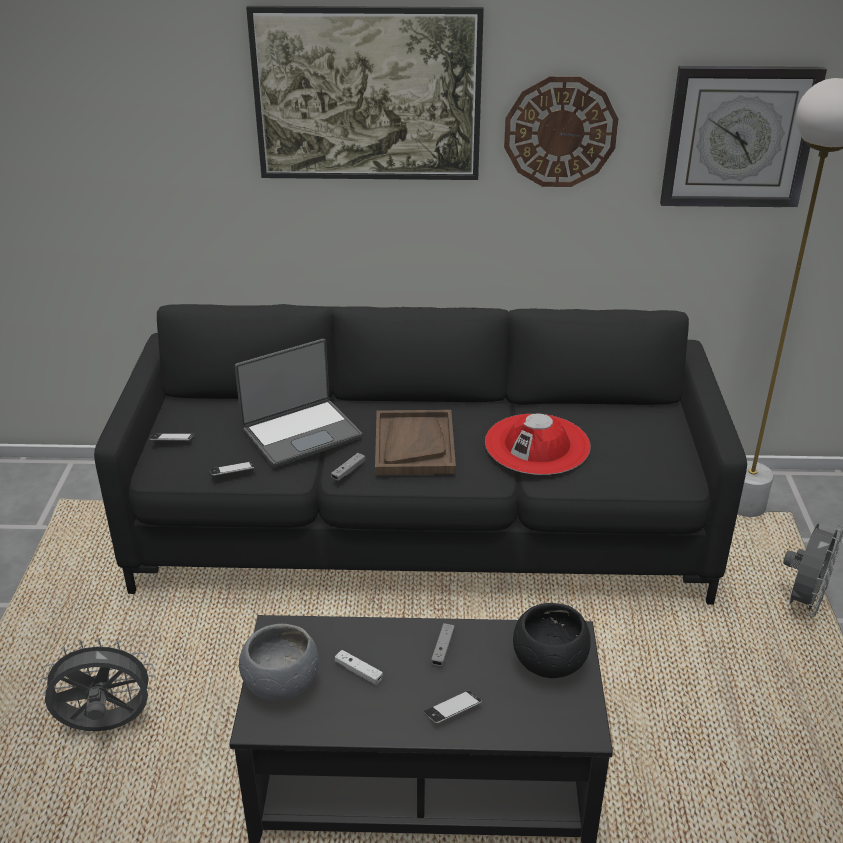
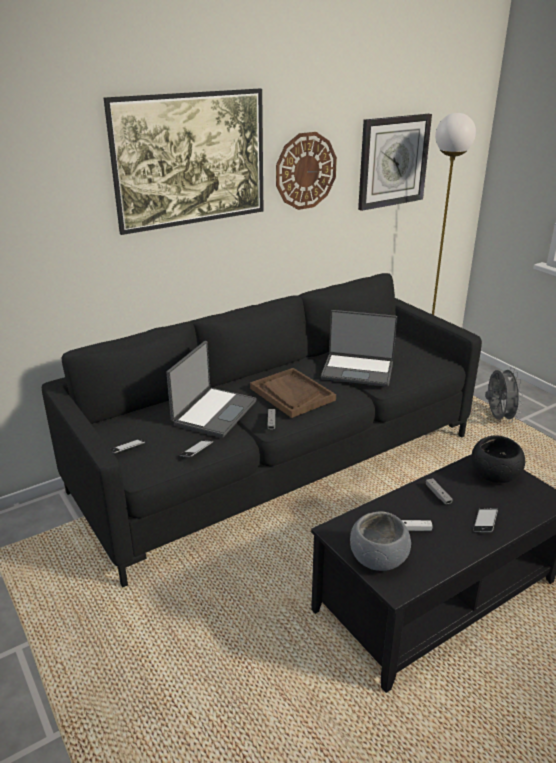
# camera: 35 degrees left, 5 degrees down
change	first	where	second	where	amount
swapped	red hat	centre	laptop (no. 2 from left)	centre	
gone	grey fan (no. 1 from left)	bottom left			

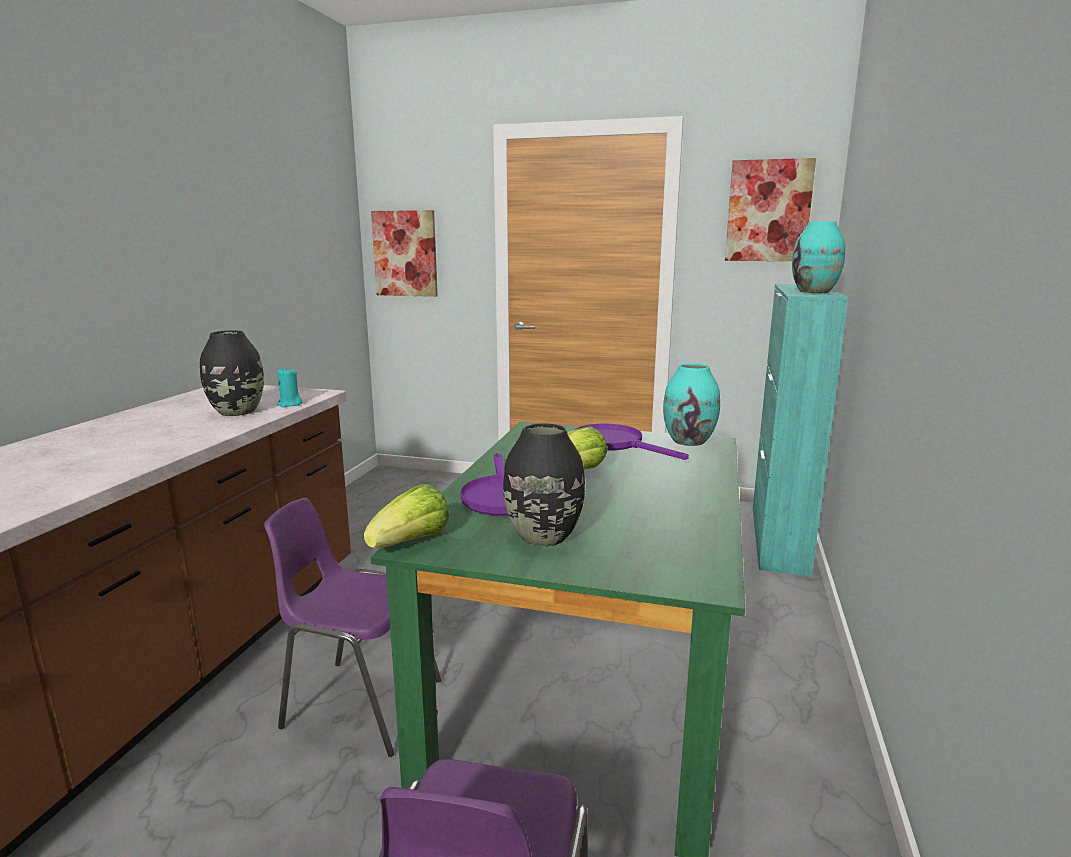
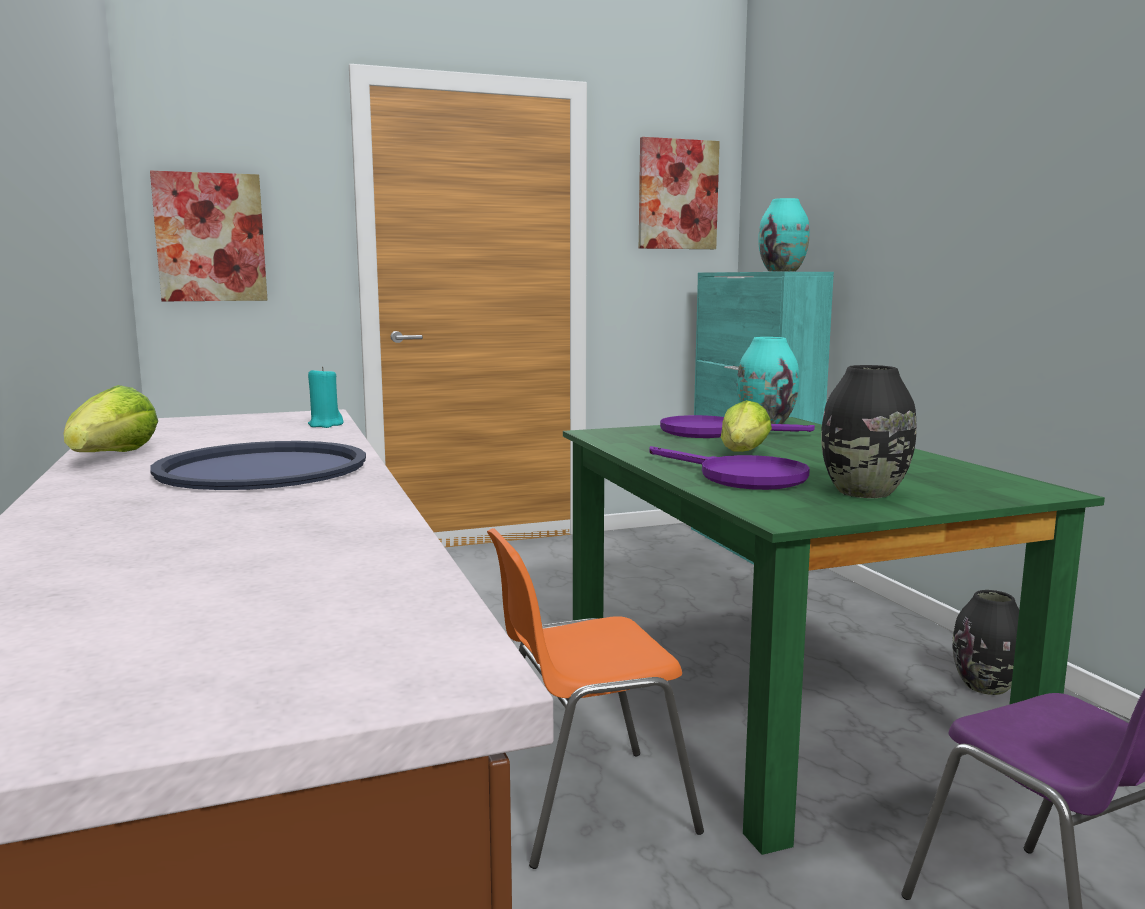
# camera: 35 degrees left, 5 degrees down
change	first	where	second	where	amount
shifted	lettuce (no. 1 from left)	centre		middle left	
new			blue tray	middle left	
repainted	purple chair (no. 1 from left)	bottom left	orange chair	bottom centre	
shifted	black vase (no. 1 from left in the first image)	middle left	black vase (no. 2 from left)	bottom right	

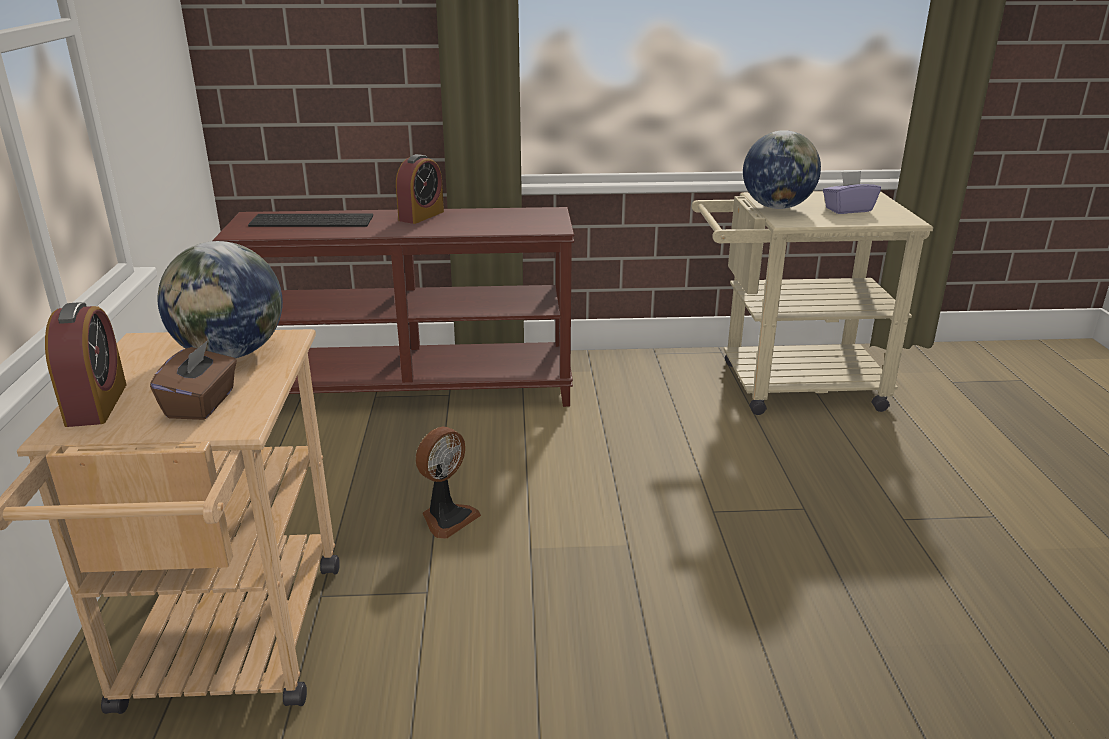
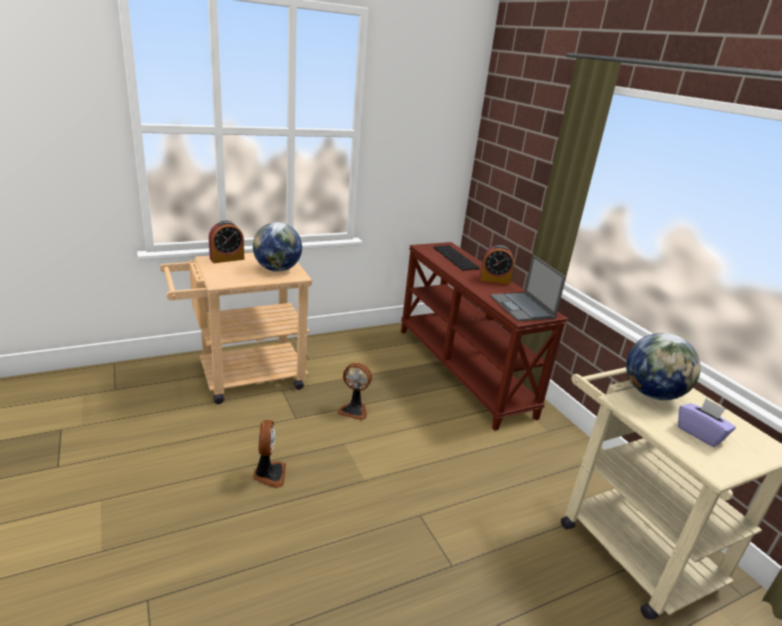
# camera: 65 degrees right, 0 degrees up
change	first	where	second	where	amount
new			fan (no. 1 from left)	bottom centre	
new			laptop	middle right	
gone	brown tissue box	middle left			

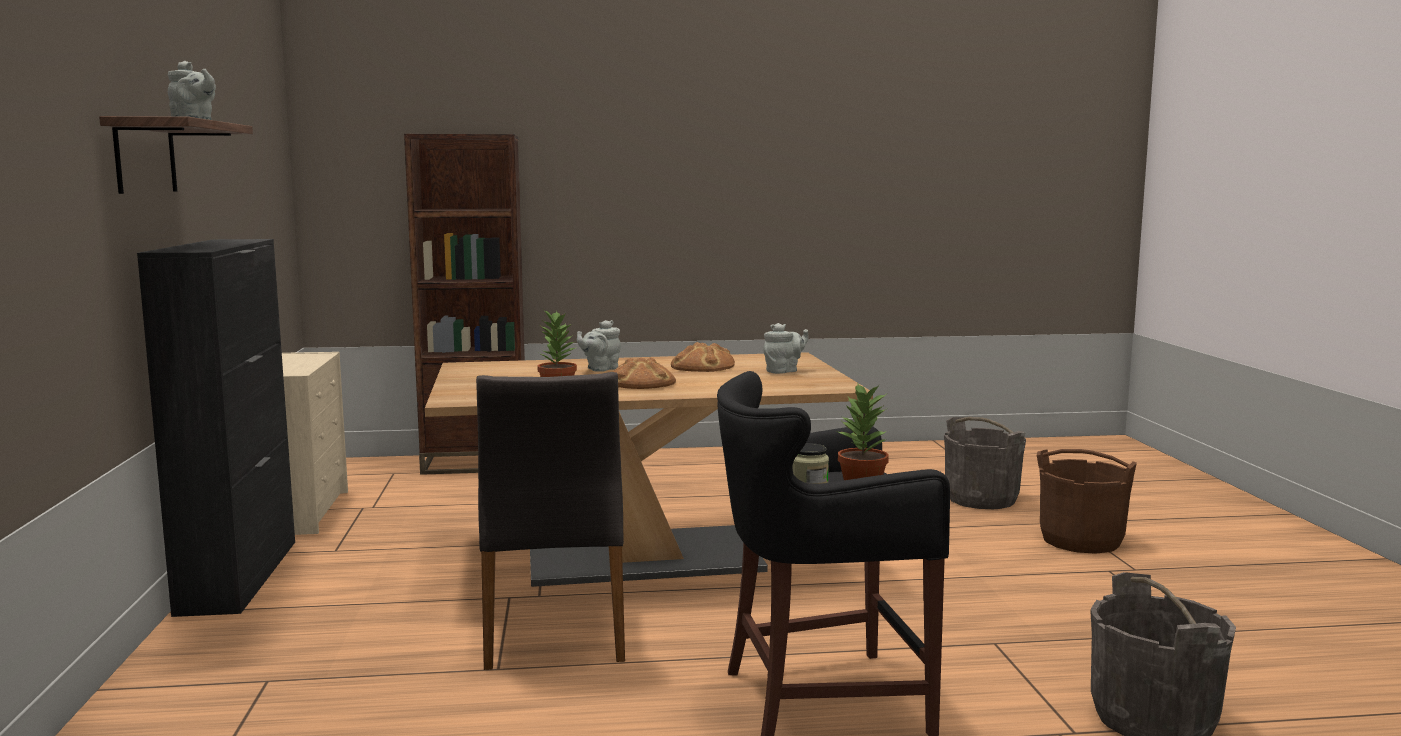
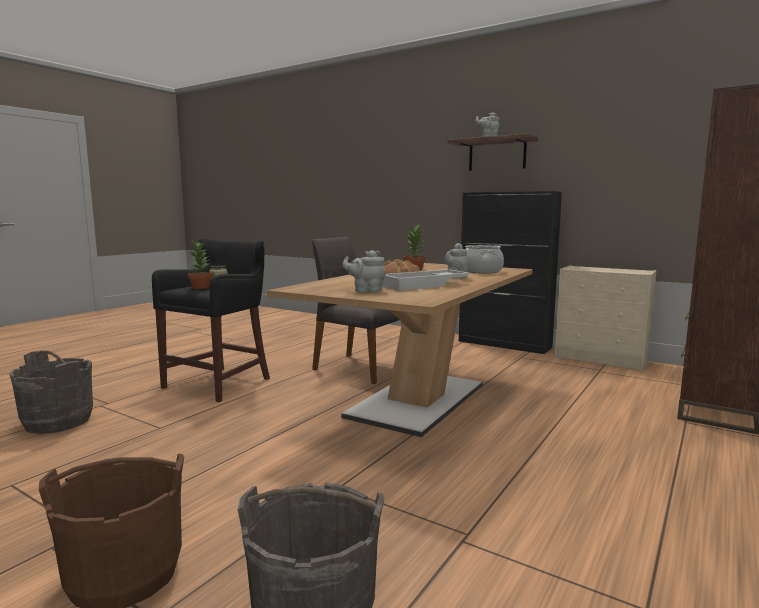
# camera: 130 degrees right, 0 degrees up
change	first	where	second	where	amount
rotated	grey teapot (no. 3 from left in the first image)	centre	grey teapot (no. 1 from left)	centre	90 degrees clockwise
swapped	bread (no. 2 from left)	centre	white tray	centre	
new			cooking pot	centre	

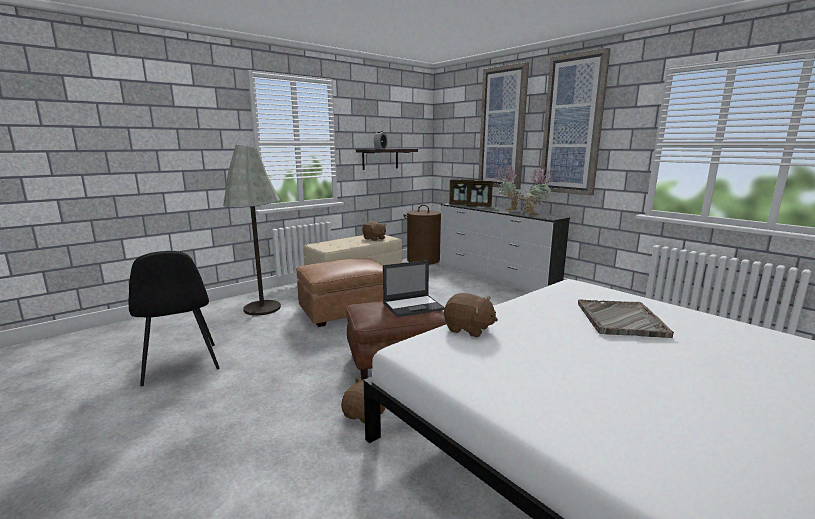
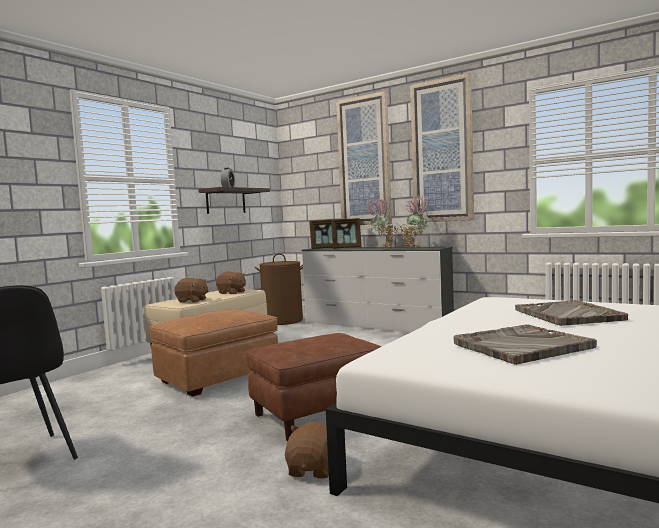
# camera: 15 degrees left, 10 degrees down
change	first	where	second	where	amount
shifted	brown plush toy (no. 3 from left in the first image)	centre	brown plush toy (no. 1 from left)	middle left	
new			grey tray (no. 1 from left)	middle right	
gone	grey floor lamp	middle left			
gone	laptop	centre			

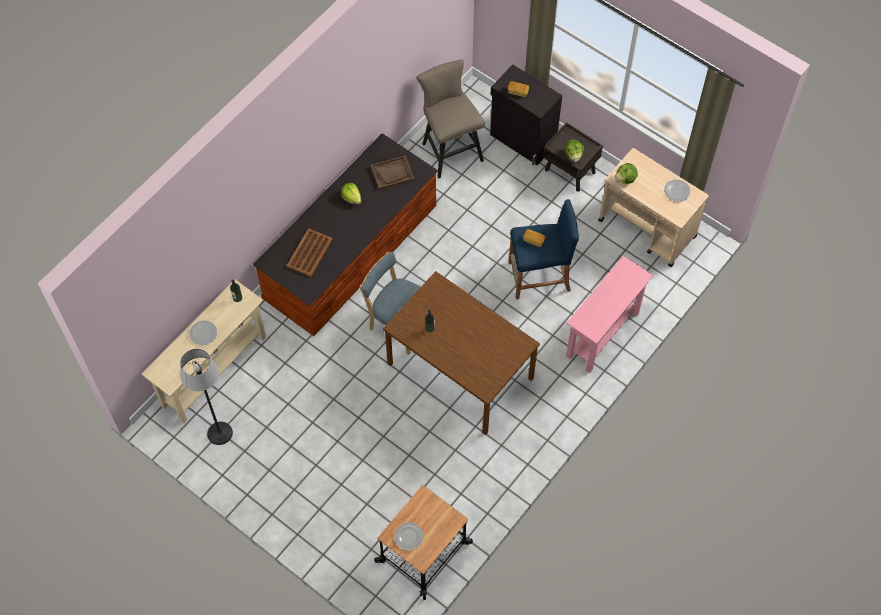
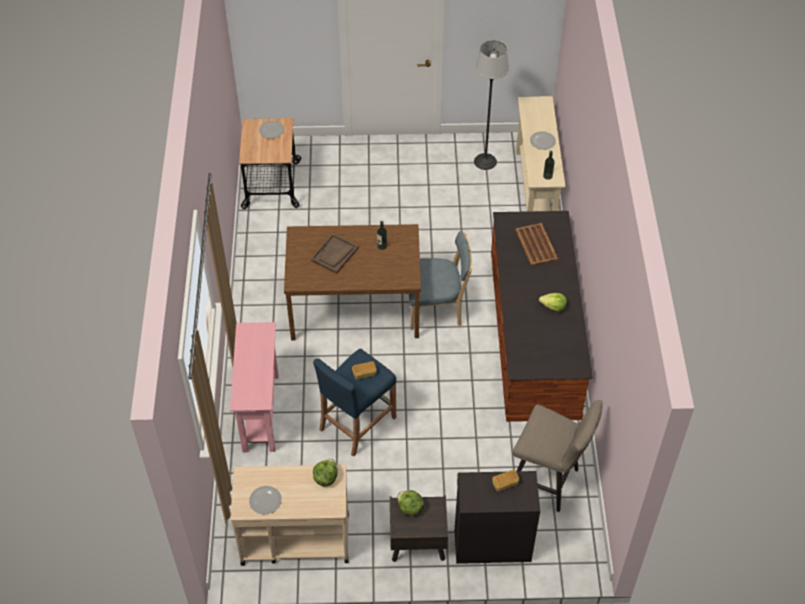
# camera: 140 degrees right, 10 degrees down
change	first	where	second	where	amount
shifted	brown tray (no. 2 from left in the first image)	top centre	brown tray (no. 1 from left)	centre	

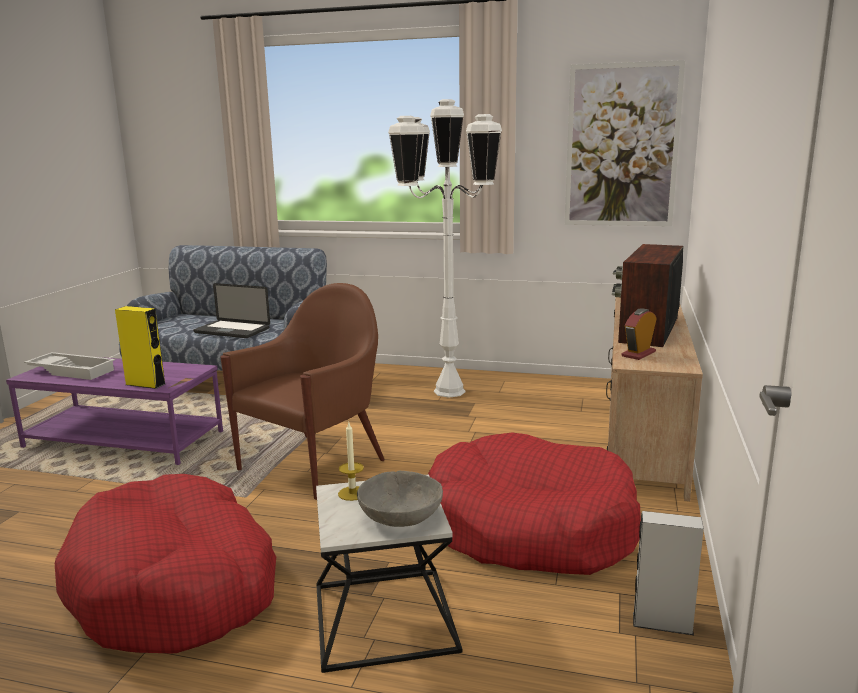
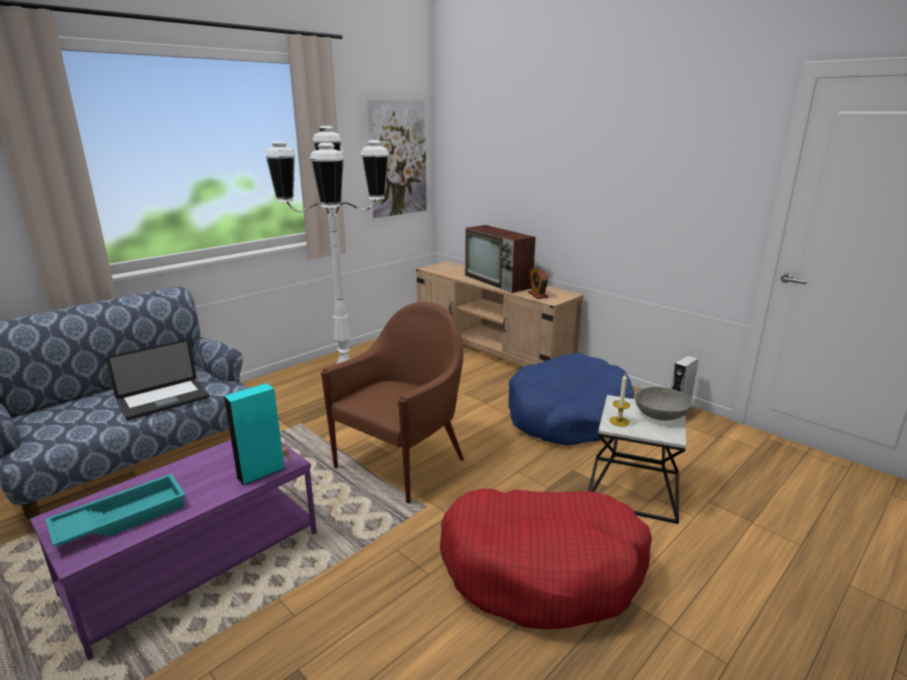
# camera: 60 degrees left, 5 degrees up
change	first	where	second	where	amount
repainted	white tray	middle left	turquoise tray	bottom left	
repainted	yellow speaker	middle left	turquoise speaker	middle left	
rotated	brown armchair	centre		centre	60 degrees clockwise
repainted	red dog bed (no. 2 from left)	bottom centre	blue dog bed	centre	

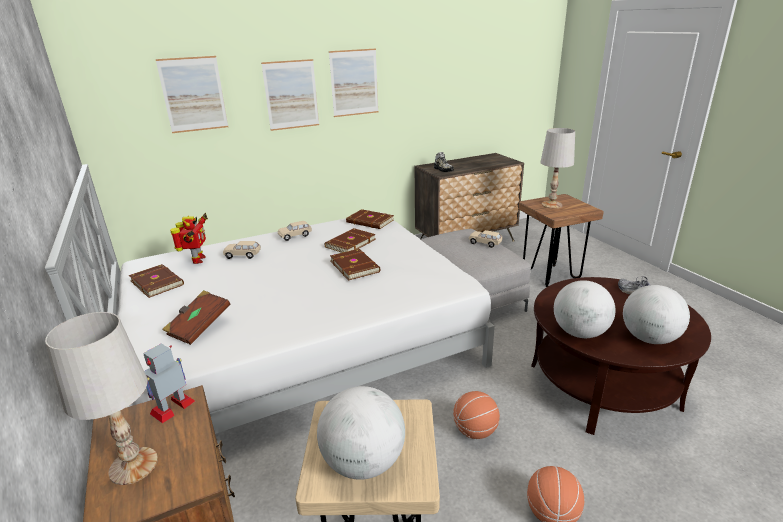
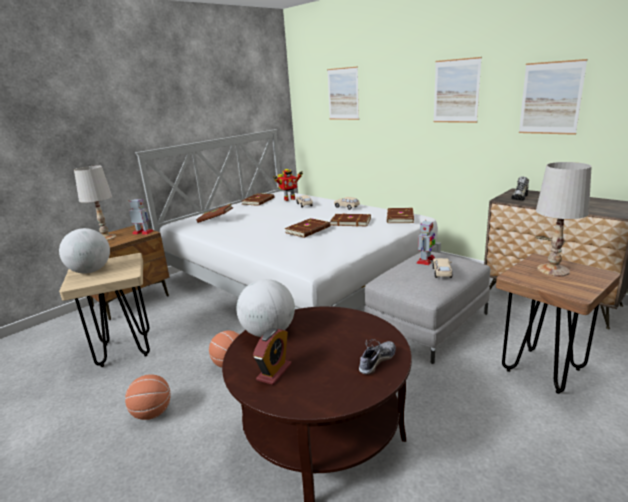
# camera: 70 degrees right, 5 degrees down
change	first	where	second	where	amount
swapped	globe (no. 3 from left)	middle right	alarm clock	bottom centre	
new			toy robot (no. 3 from left)	middle right	
shifted	picture (no. 2 from left in the first image)	top centre	picture (no. 3 from left)	top right	

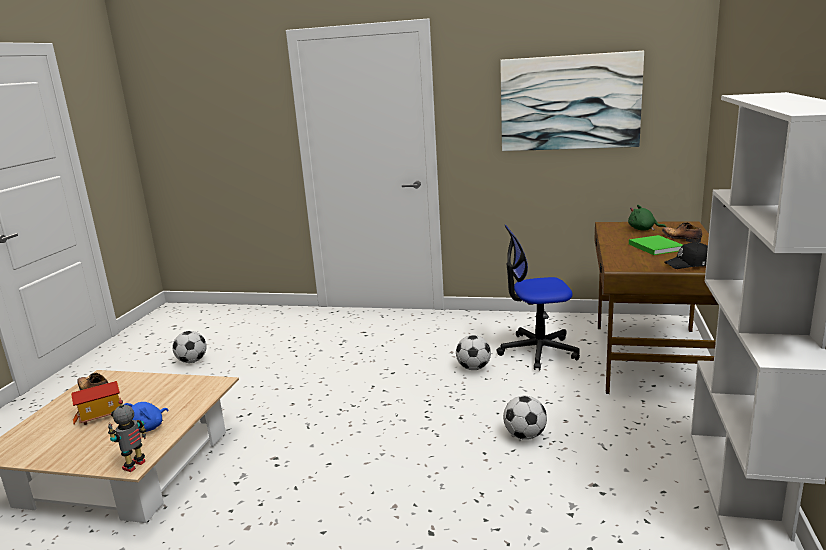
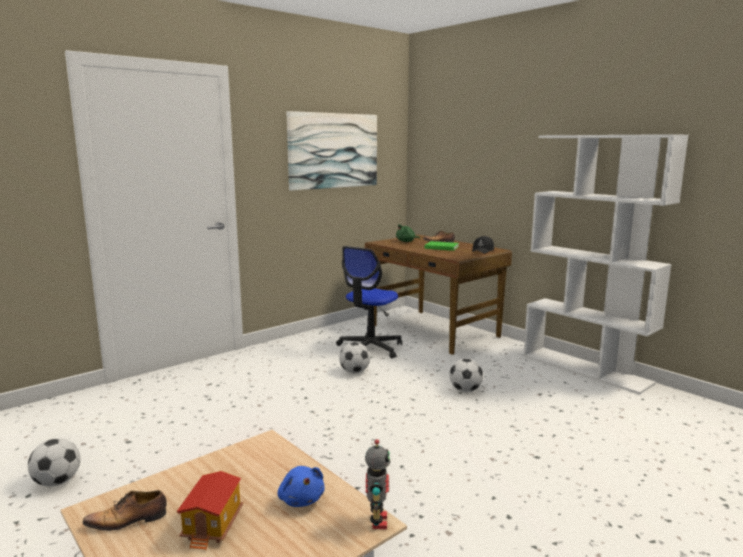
# camera: 55 degrees left, 5 degrees down
change	first	where	second	where	amount
rotated	toy robot	bottom left		bottom centre	150 degrees counterclockwise

